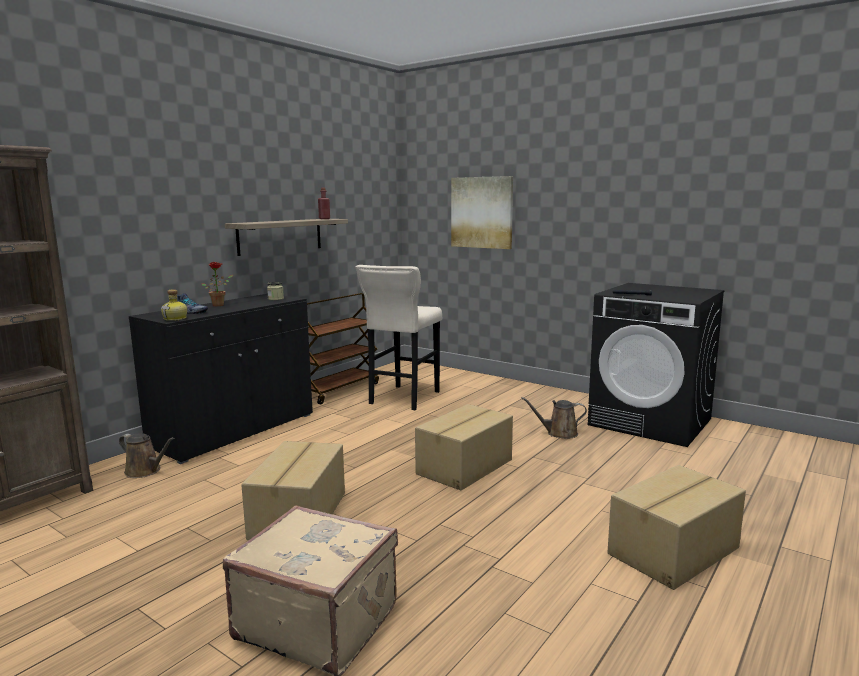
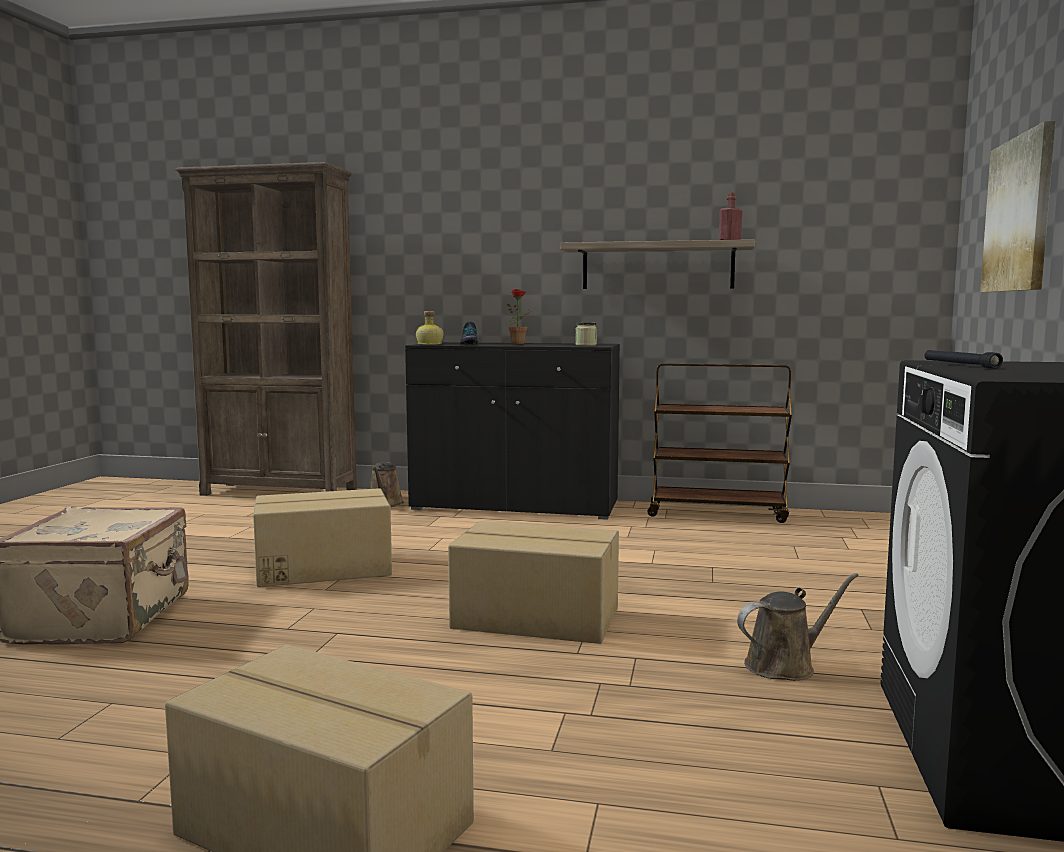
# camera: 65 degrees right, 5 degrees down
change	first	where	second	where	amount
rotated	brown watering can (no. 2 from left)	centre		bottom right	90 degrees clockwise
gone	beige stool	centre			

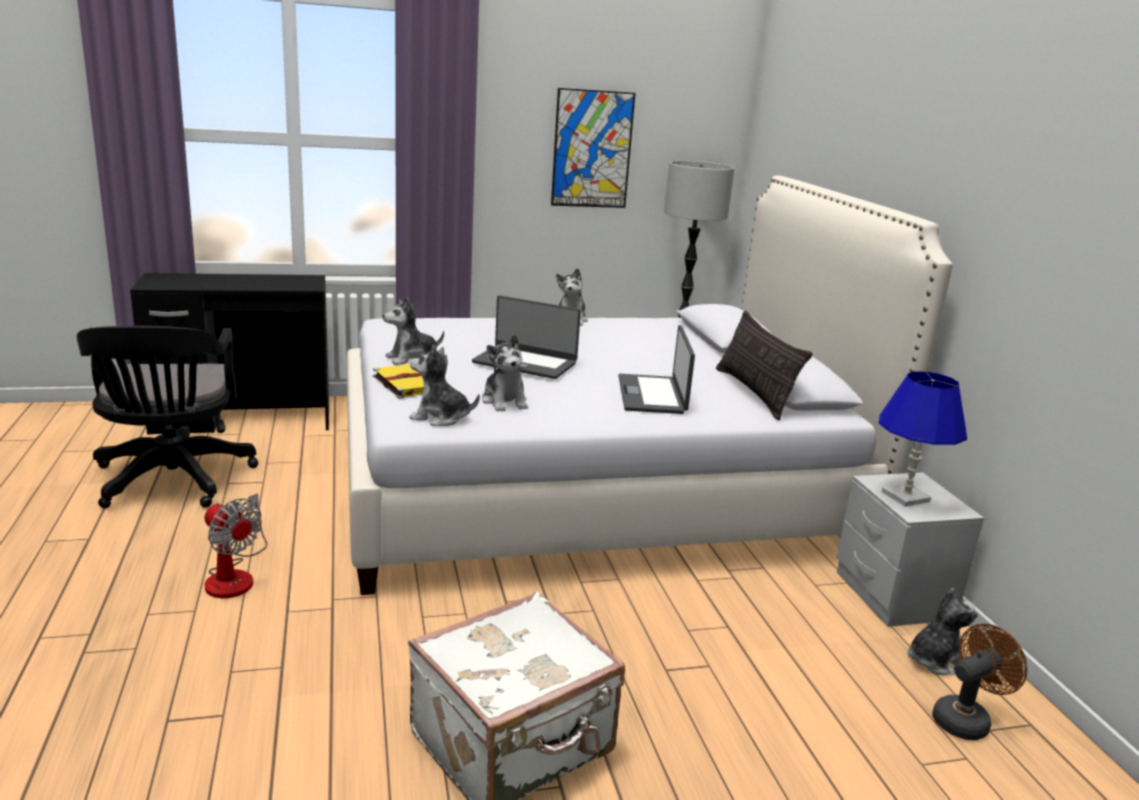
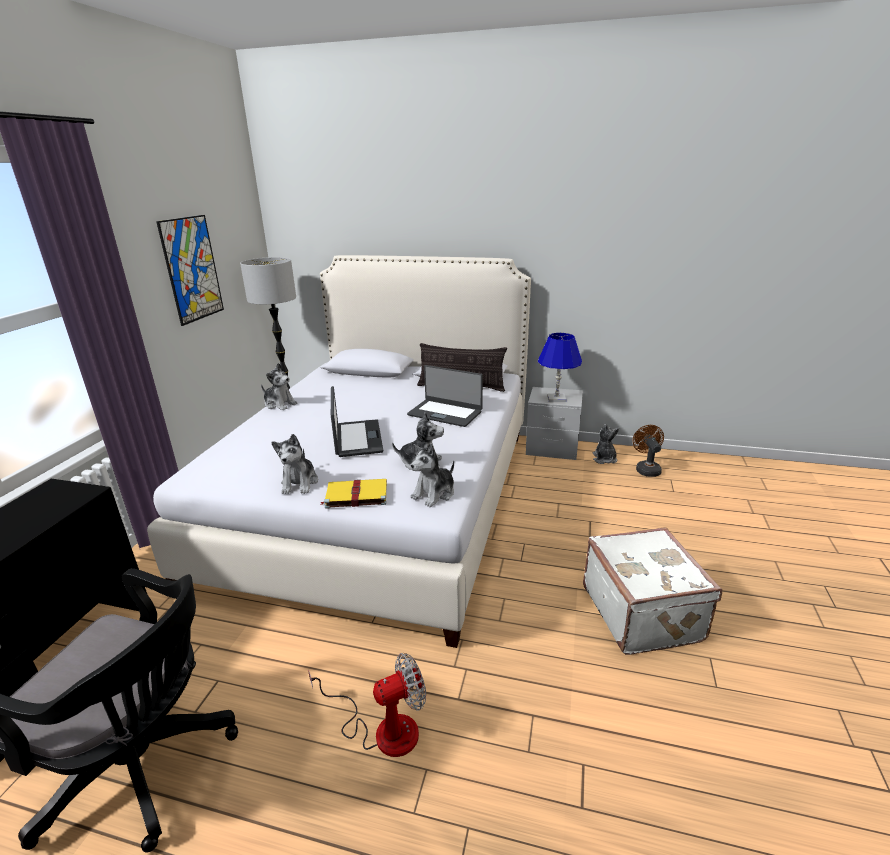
# camera: 60 degrees left, 5 degrees up
change	first	where	second	where	amount
rotated	laptop (no. 1 from left)	centre		centre	60 degrees counterclockwise

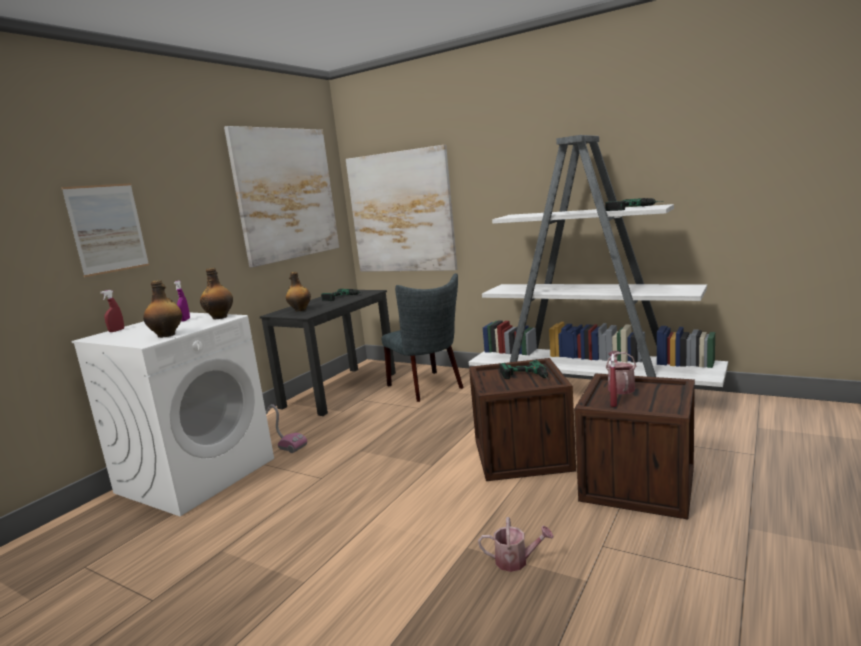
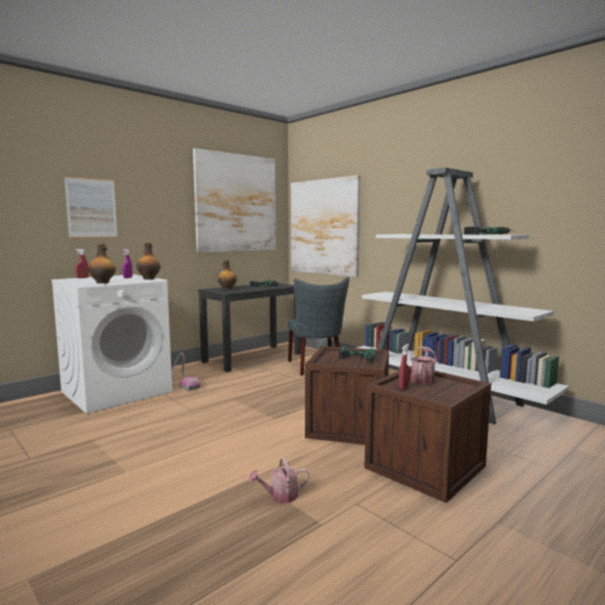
# camera: 15 degrees right, 5 degrees down
change	first	where	second	where	amount
rotated	watering can (no. 1 from left)	bottom centre		bottom centre	135 degrees clockwise

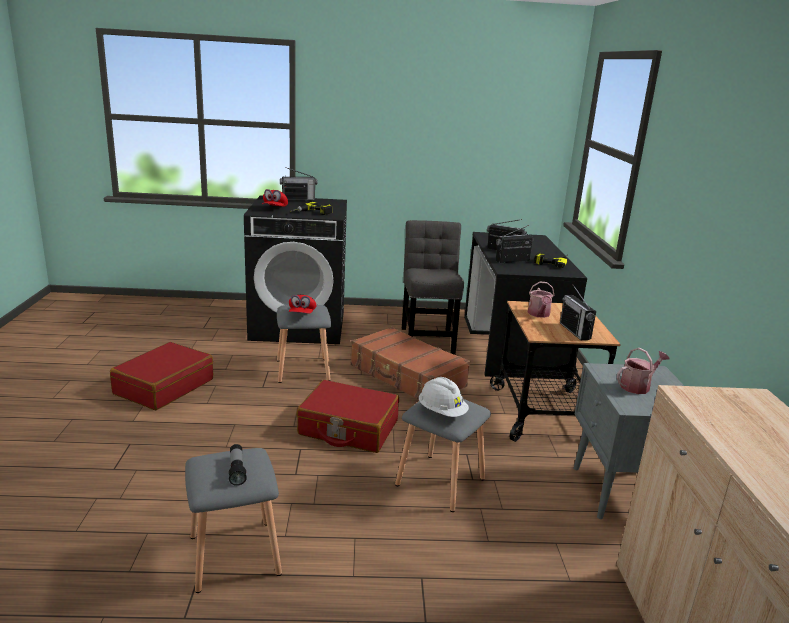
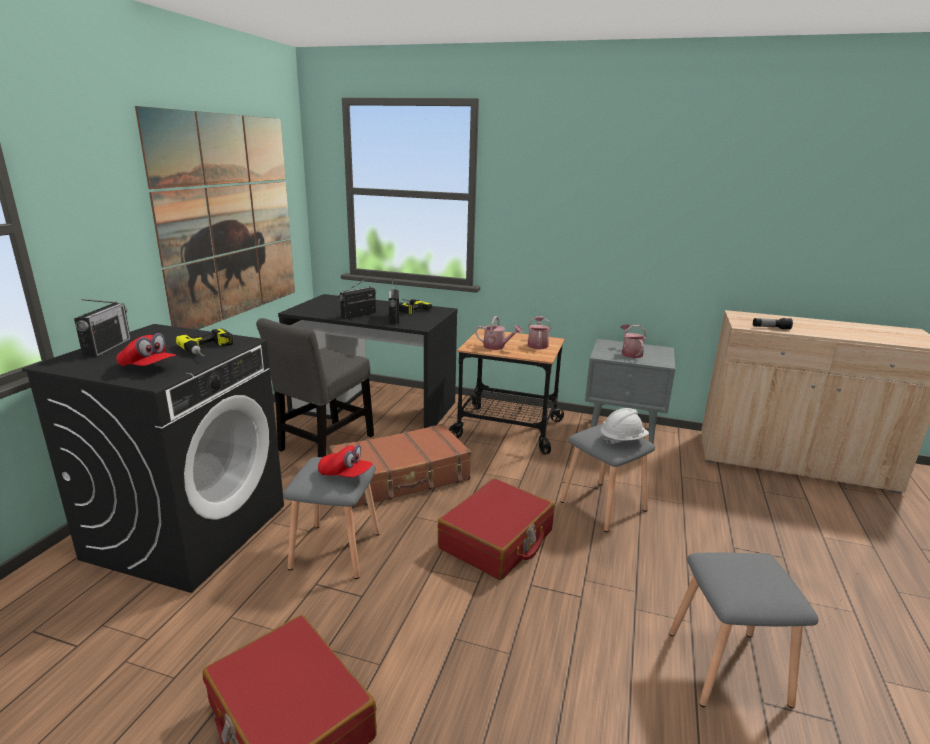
# camera: 70 degrees left, 0 degrees up
change	first	where	second	where	amount
new			picture	top left	
rotated	grey chair	centre		centre	75 degrees counterclockwise
swapped	radio (no. 4 from left)	middle right	watering can (no. 2 from left)	centre	
shifted	flashlight	bottom left		middle right	

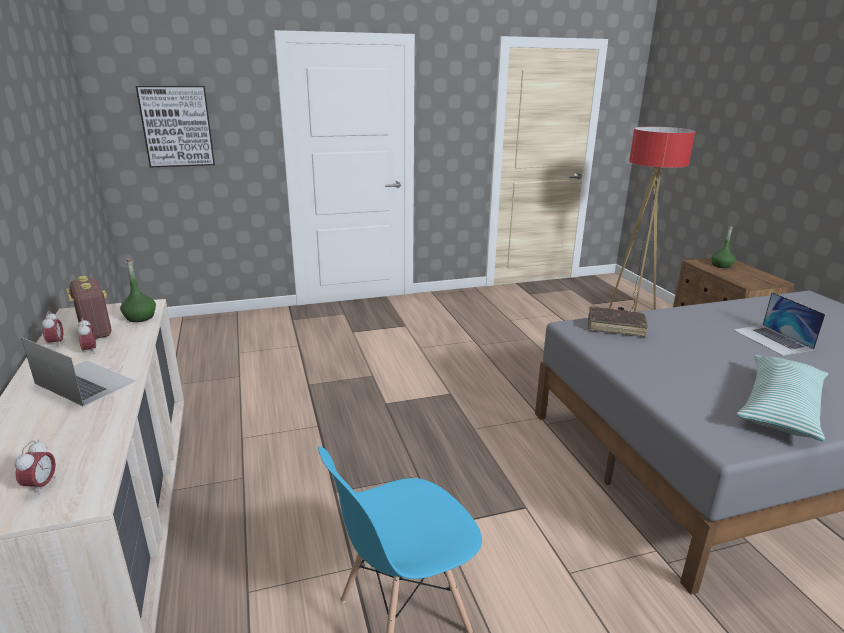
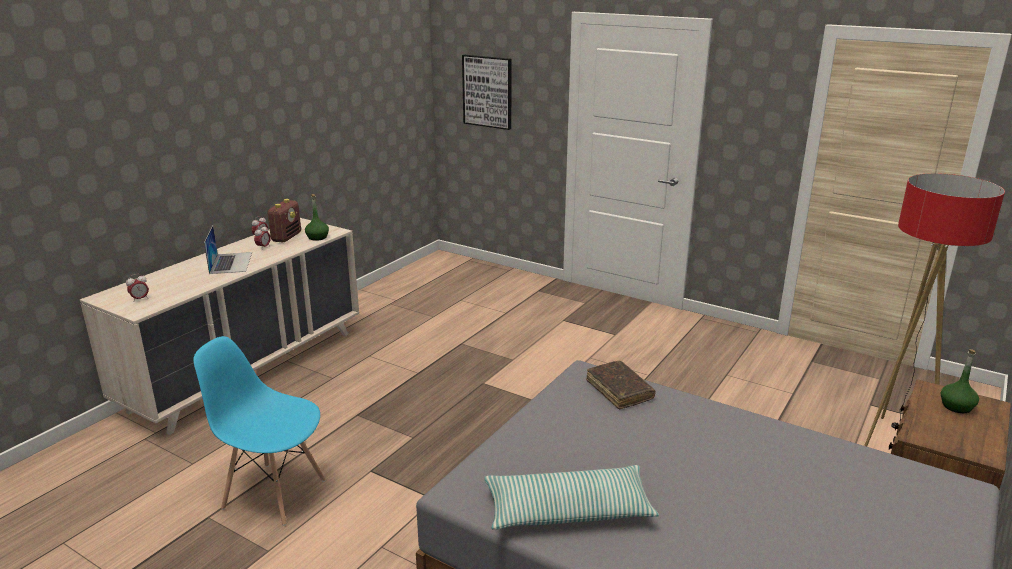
# camera: 50 degrees right, 0 degrees up
change	first	where	second	where	amount
gone	laptop (no. 2 from left)	middle right			

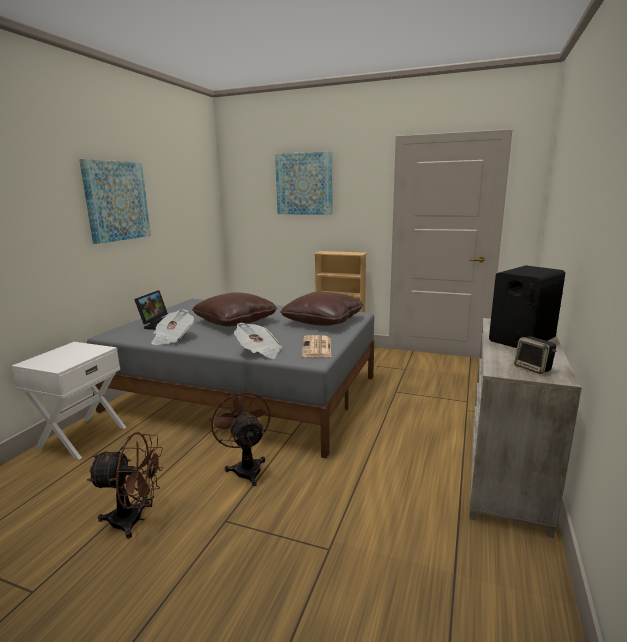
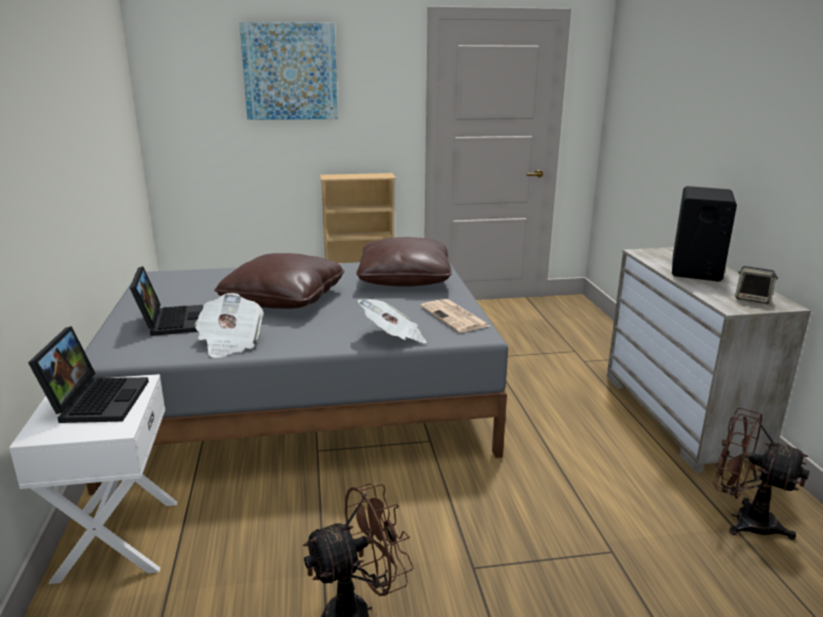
# camera: 30 degrees left, 5 degrees up
change	first	where	second	where	amount
new			laptop (no. 1 from left)	middle left	
shifted	brown fan (no. 2 from left)	bottom centre		bottom right	
gone	picture (no. 1 from left)	top left			

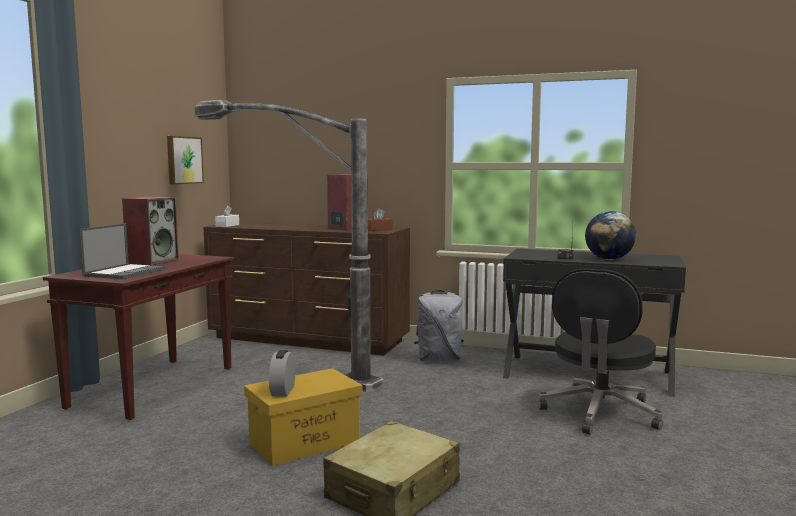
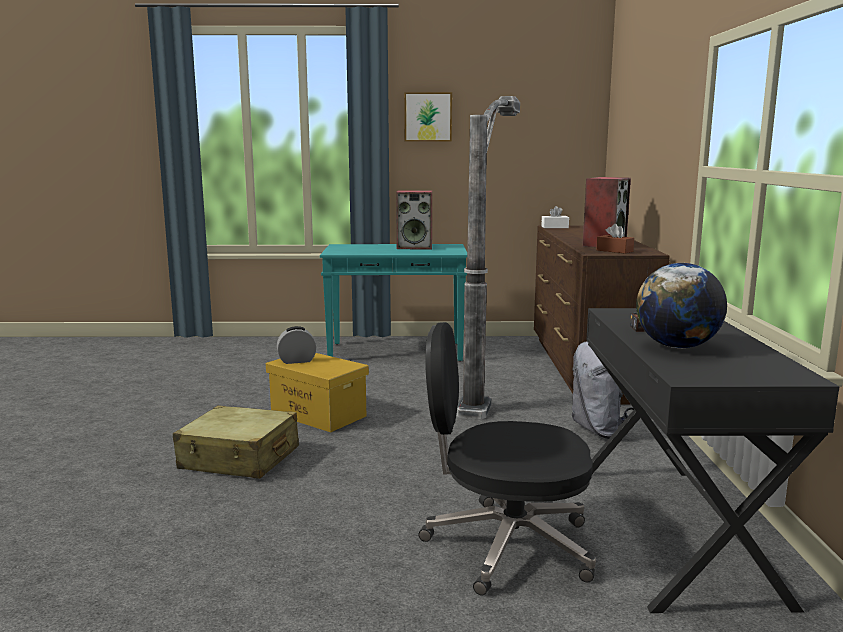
# camera: 70 degrees right, 5 degrees up
change	first	where	second	where	amount
repainted	brown console table	middle left	turquoise console table	centre	
shifted	picture	top left		top centre	
gone	laptop	middle left			

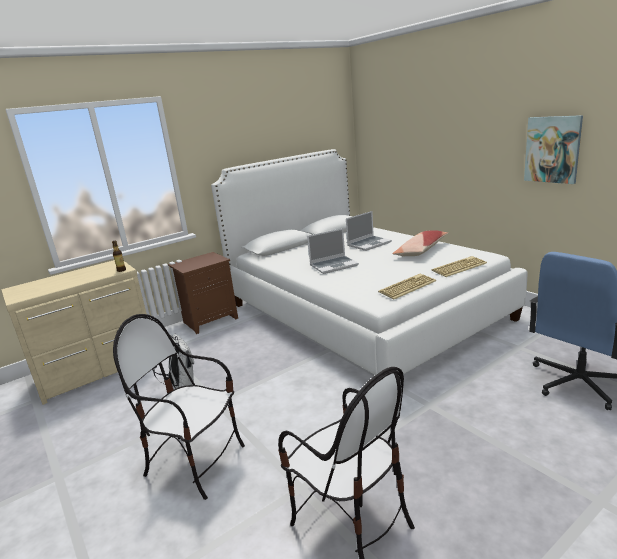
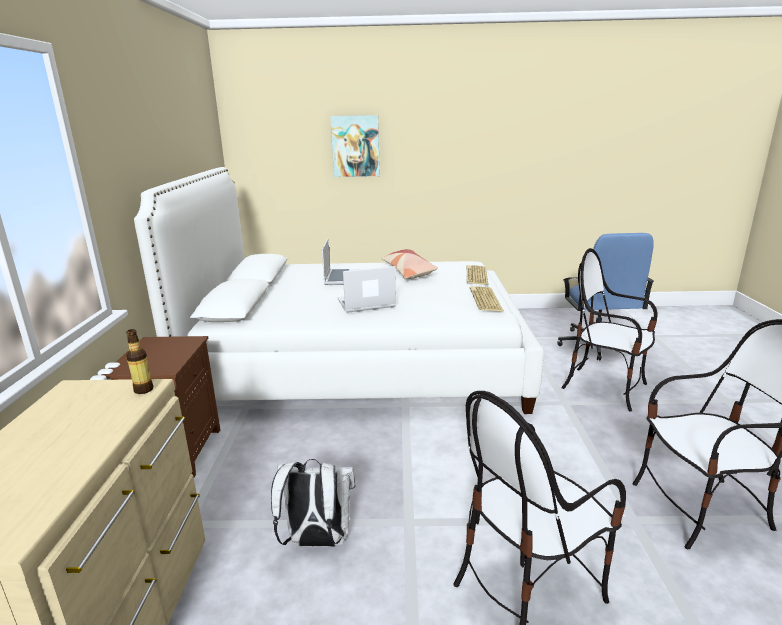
# camera: 55 degrees left, 0 degrees up
change	first	where	second	where	amount
shifted	picture	top right		top centre	
rotated	laptop (no. 1 from left in the first image)	centre	laptop (no. 2 from left)	centre	120 degrees counterclockwise
new			chair (no. 2 from left)	middle right	

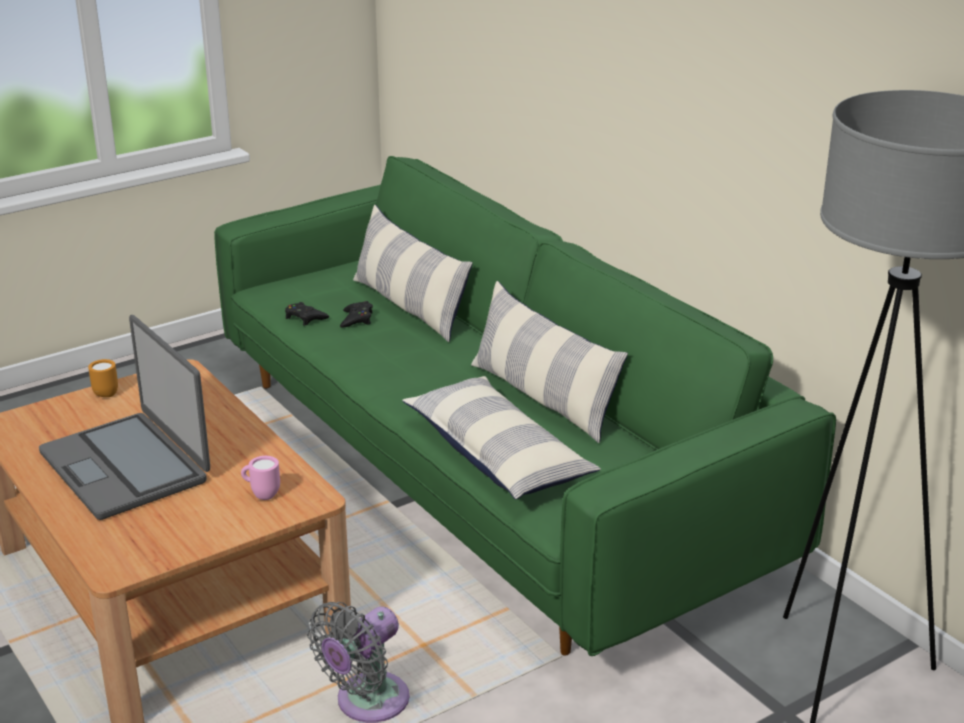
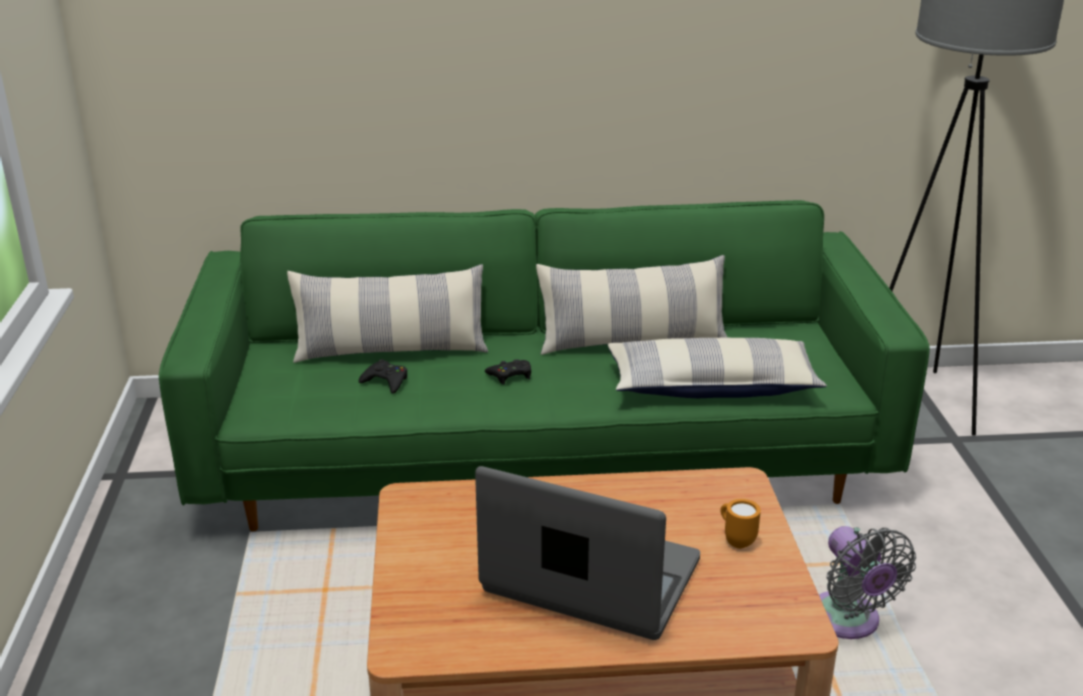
# camera: 60 degrees left, 0 degrees up
change	first	where	second	where	amount
rotated	laptop	middle left		bottom centre	150 degrees counterclockwise
shifted	black game controller (no. 1 from left in the first image)	middle left	black game controller (no. 2 from left)	centre	
shifted	orange mug	middle left		bottom right	
gone	pink mug	middle left			

